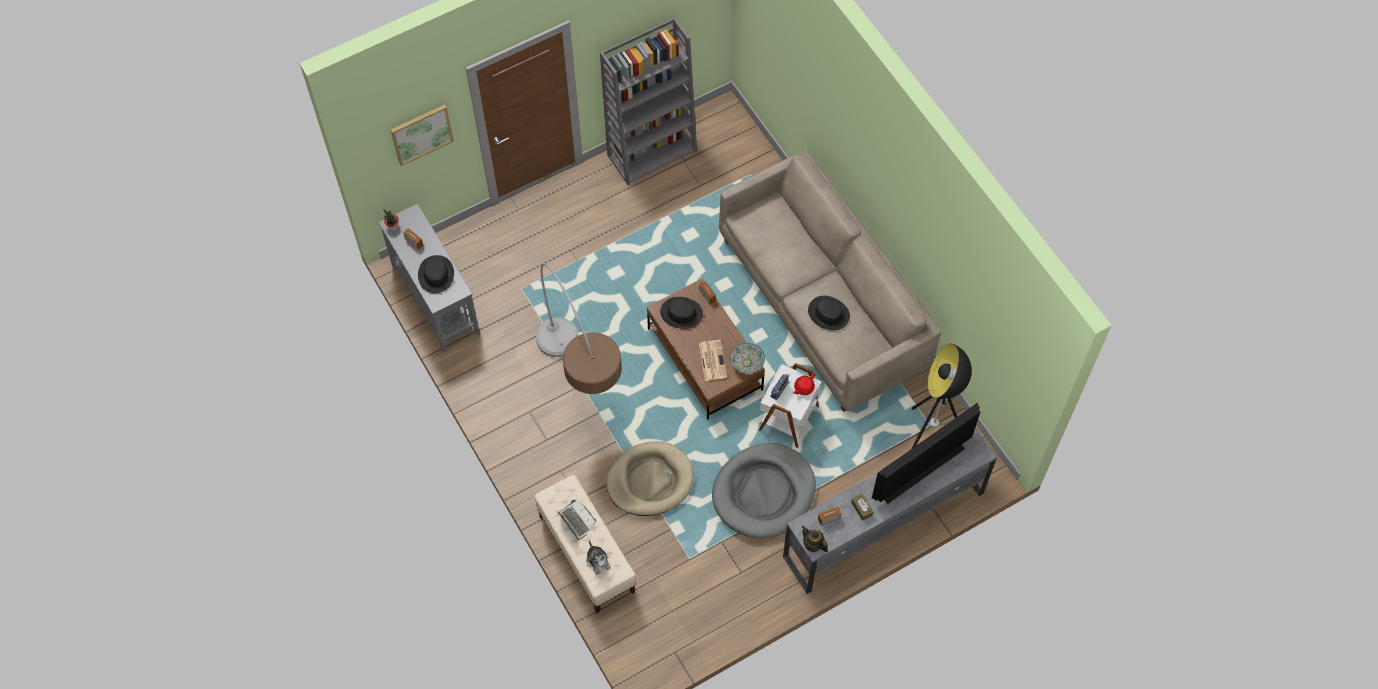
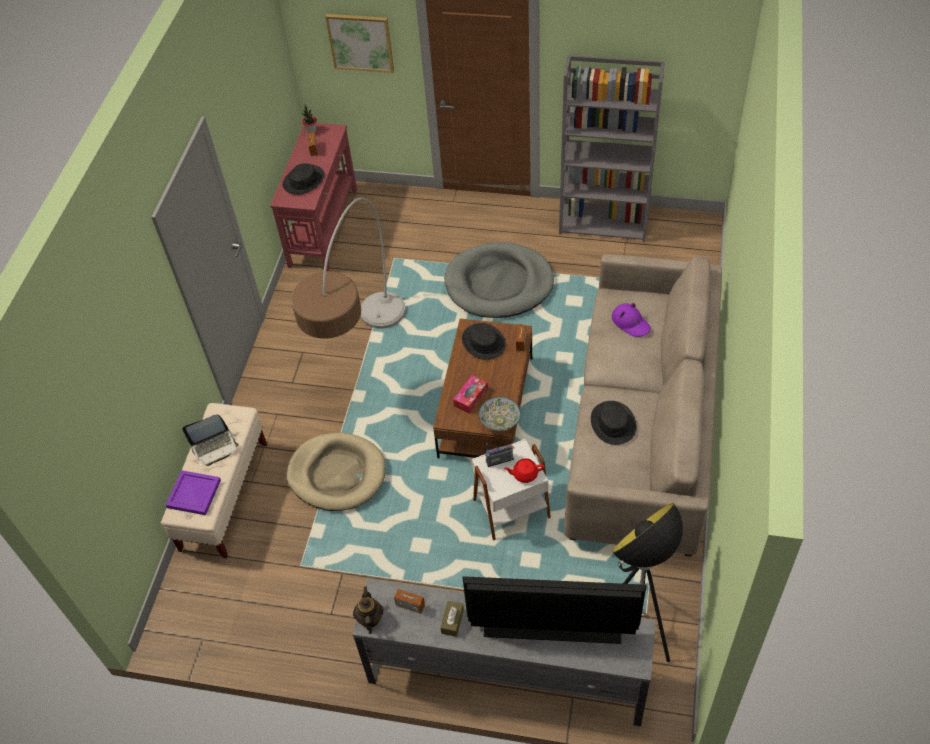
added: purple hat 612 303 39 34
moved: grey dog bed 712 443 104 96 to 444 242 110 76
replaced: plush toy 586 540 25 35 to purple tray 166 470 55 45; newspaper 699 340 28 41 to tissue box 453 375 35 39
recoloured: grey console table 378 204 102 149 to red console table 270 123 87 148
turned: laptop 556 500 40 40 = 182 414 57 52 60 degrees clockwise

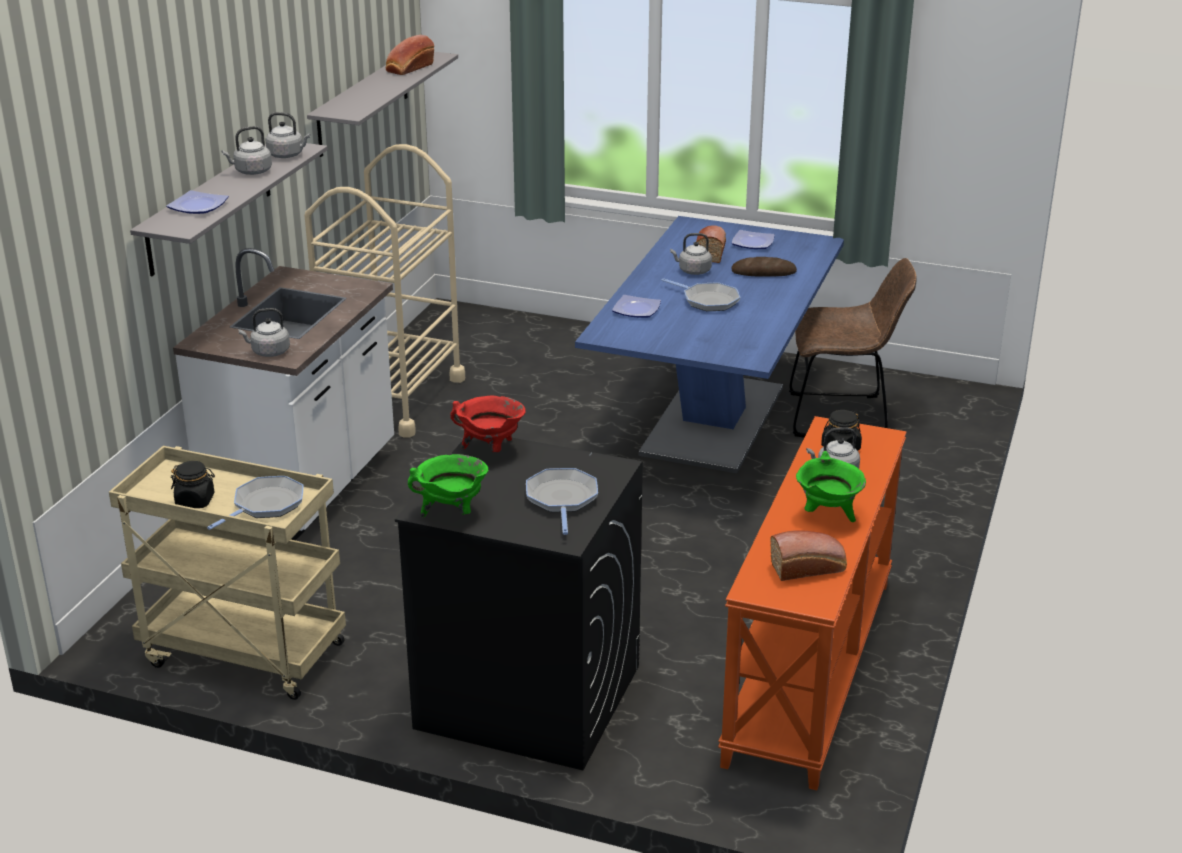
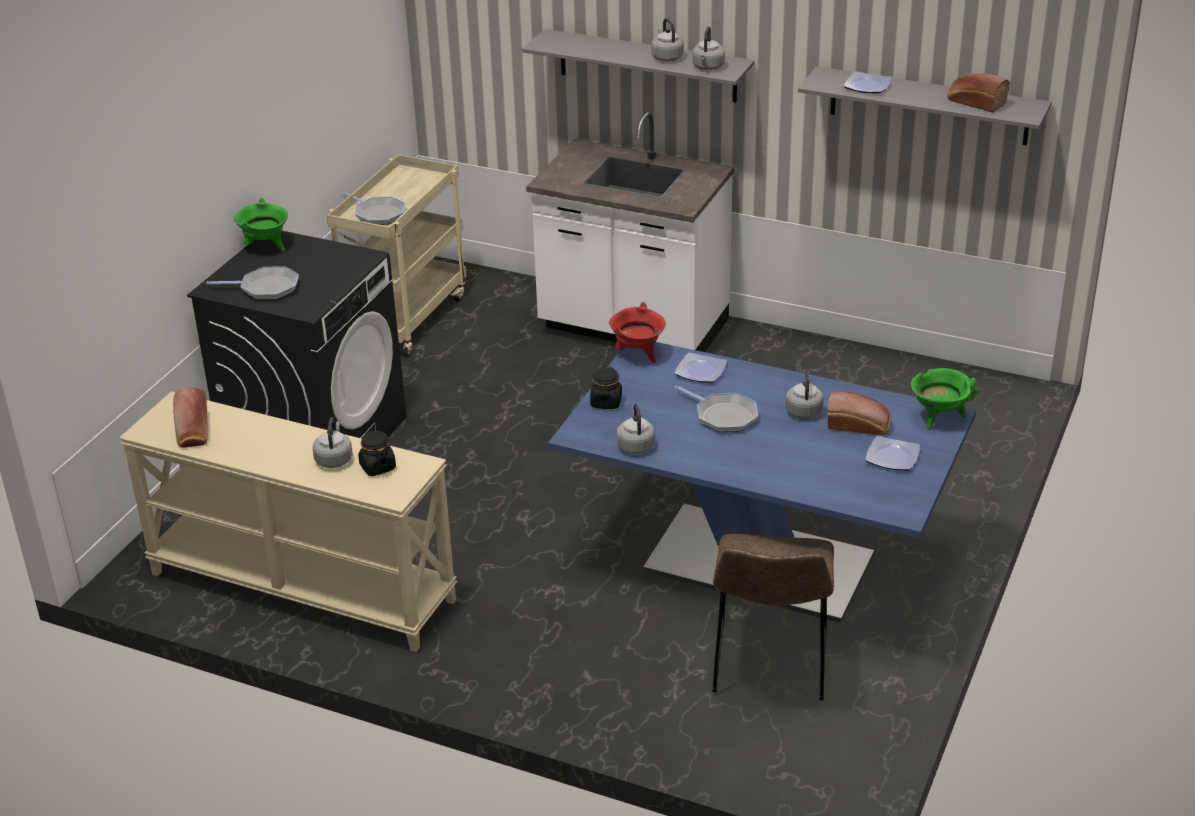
removed: beige cart 304 144 161 293; bread 731 257 66 20
moved: plate 166 190 63 24 to 844 71 48 22; black jar 171 461 44 47 to 590 366 32 43; grey kettle 238 308 52 49 to 617 403 38 51; red cooking pot 450 396 76 56 to 609 302 57 61; green cooking pot 796 451 70 71 to 911 368 67 62
recoloured: orange console table 718 416 189 374 to beige console table 119 391 338 261
turned: frying pan 662 278 78 33 = 674 385 84 47 90 degrees counterclockwise

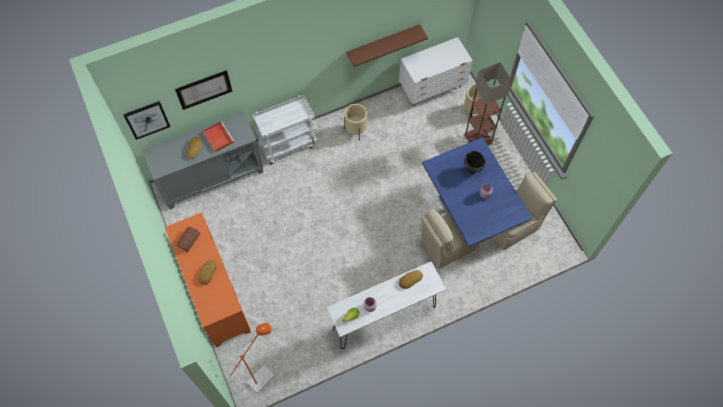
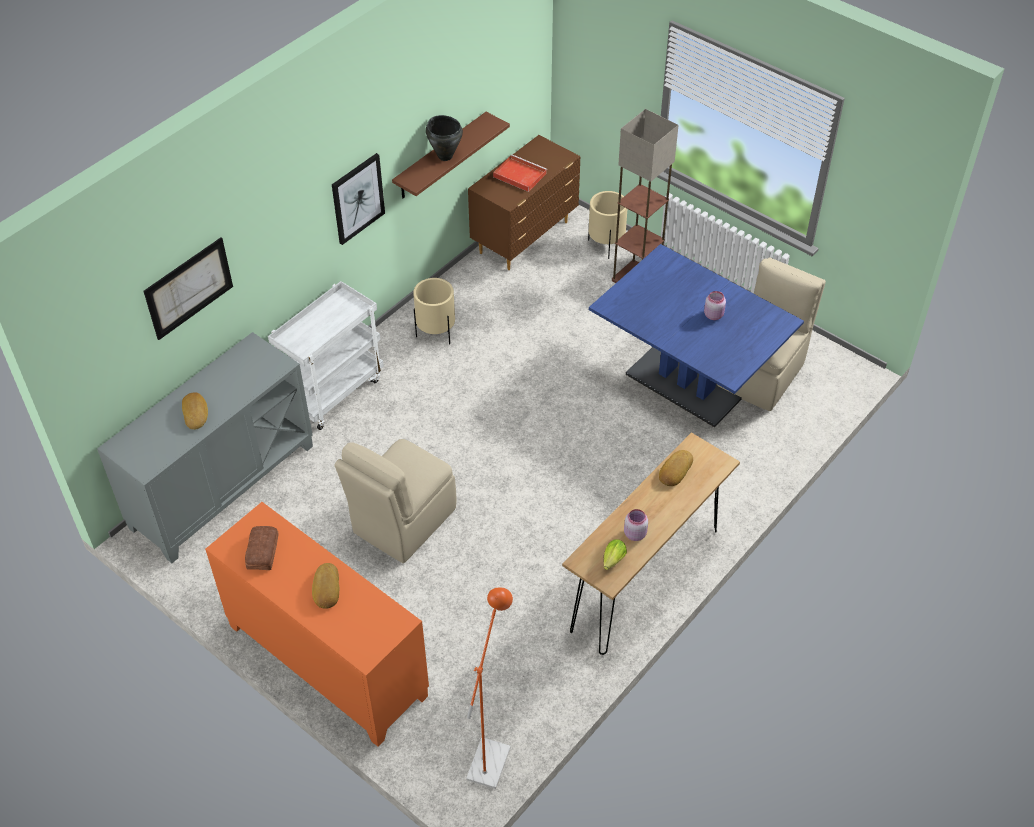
moved: picture 123 101 47 39 to 332 153 53 92; red tray 203 121 31 31 to 493 154 54 38; beige chair 421 209 59 60 to 335 439 121 124; black cooking pot 464 151 22 23 to 426 115 37 46
recoloured: white console table 326 261 120 88 to brown console table 562 432 178 223; white dresser 399 37 74 69 to brown dresser 468 135 113 135

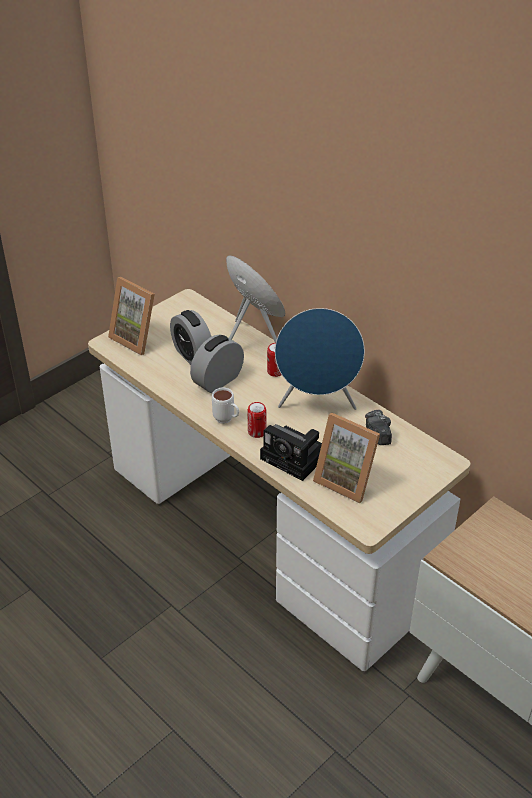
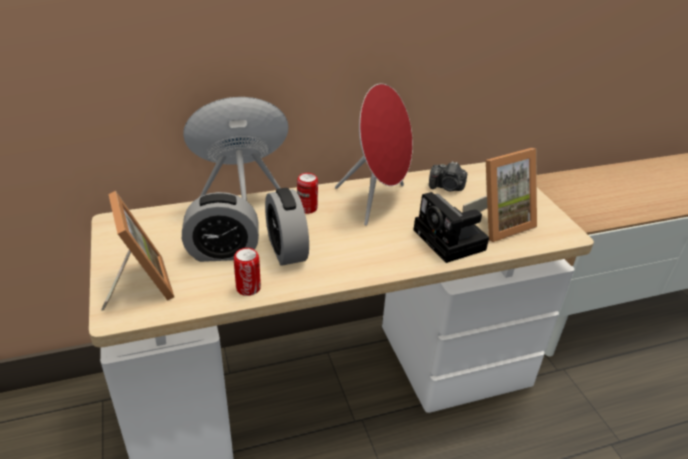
removed: white mug 212 388 27 36
moved: can 247 402 19 36 to 234 248 27 48
recoloured: blue speaker 275 308 90 102 to red speaker 335 84 78 142
turned: picture frame 108 277 47 78 = 101 191 73 119 90 degrees counterclockwise; photo camera 260 424 62 57 = 414 192 75 71 90 degrees clockwise

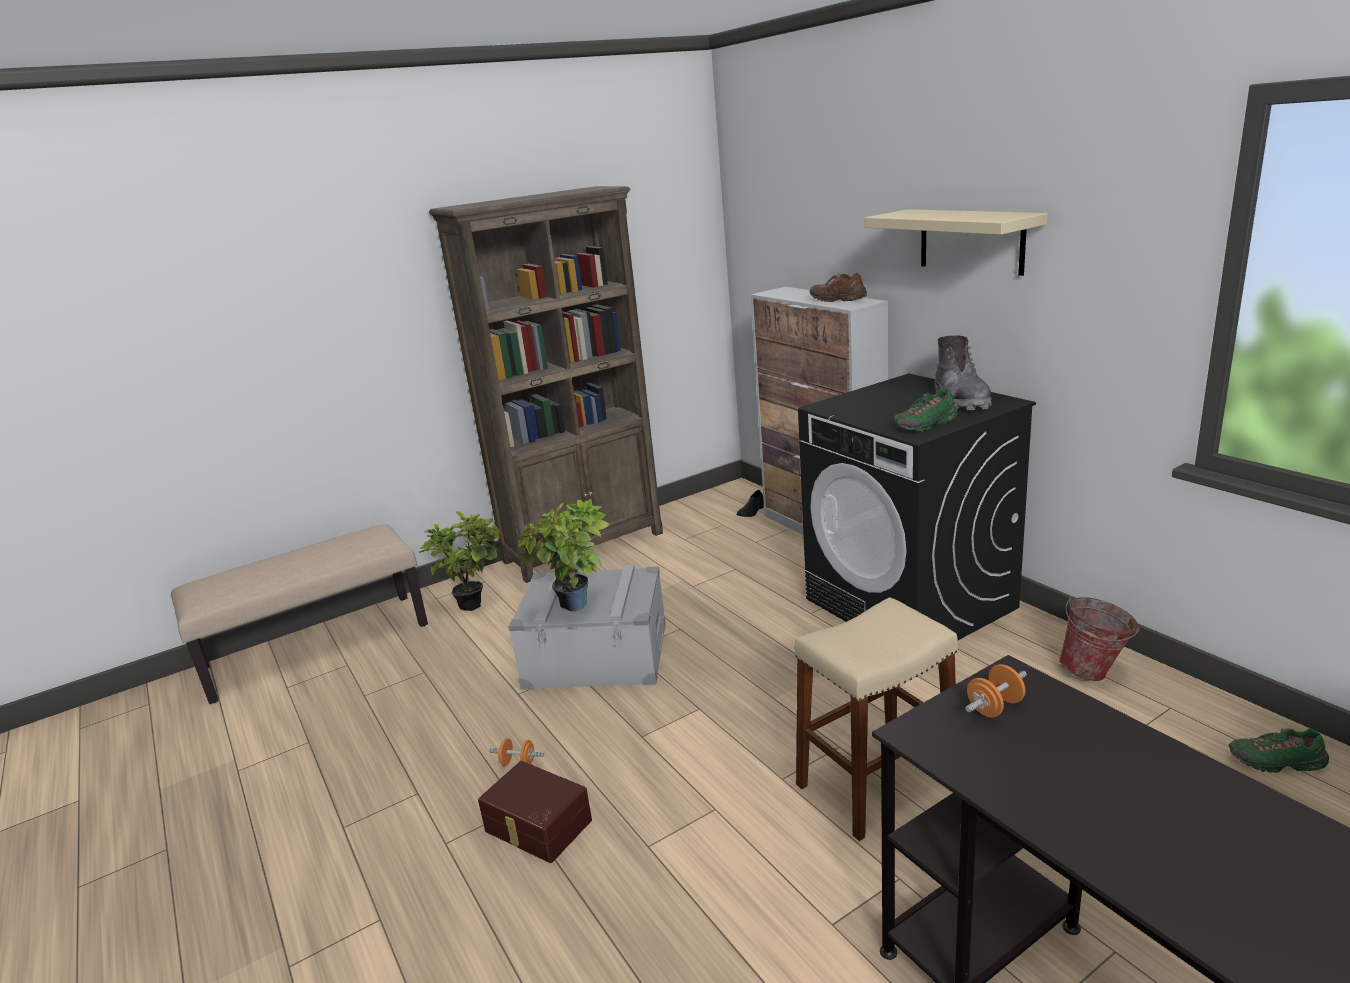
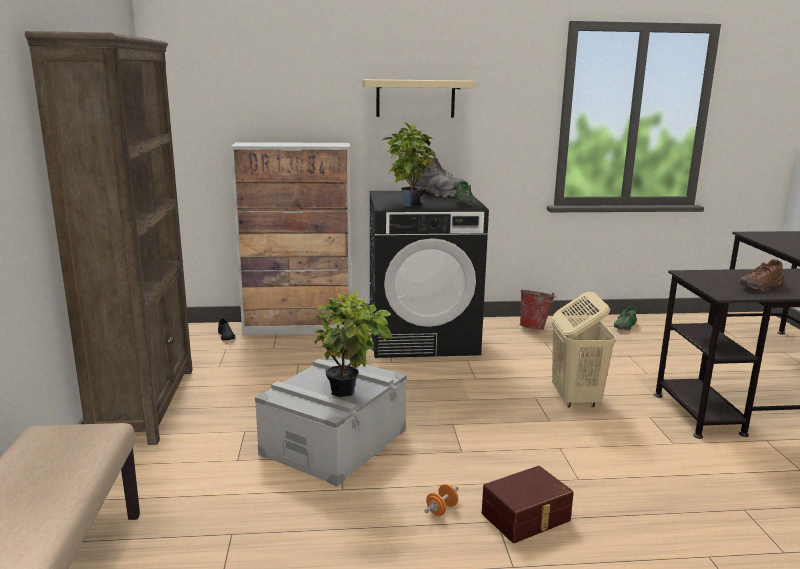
removed: orange dumbbell 965 664 62 54
moved: potted plant 419 511 83 100 to 382 122 54 85; brown shoe 810 272 57 30 to 740 259 44 32
replaced: beige stool 794 597 164 244 to beige laundry basket 552 292 64 115

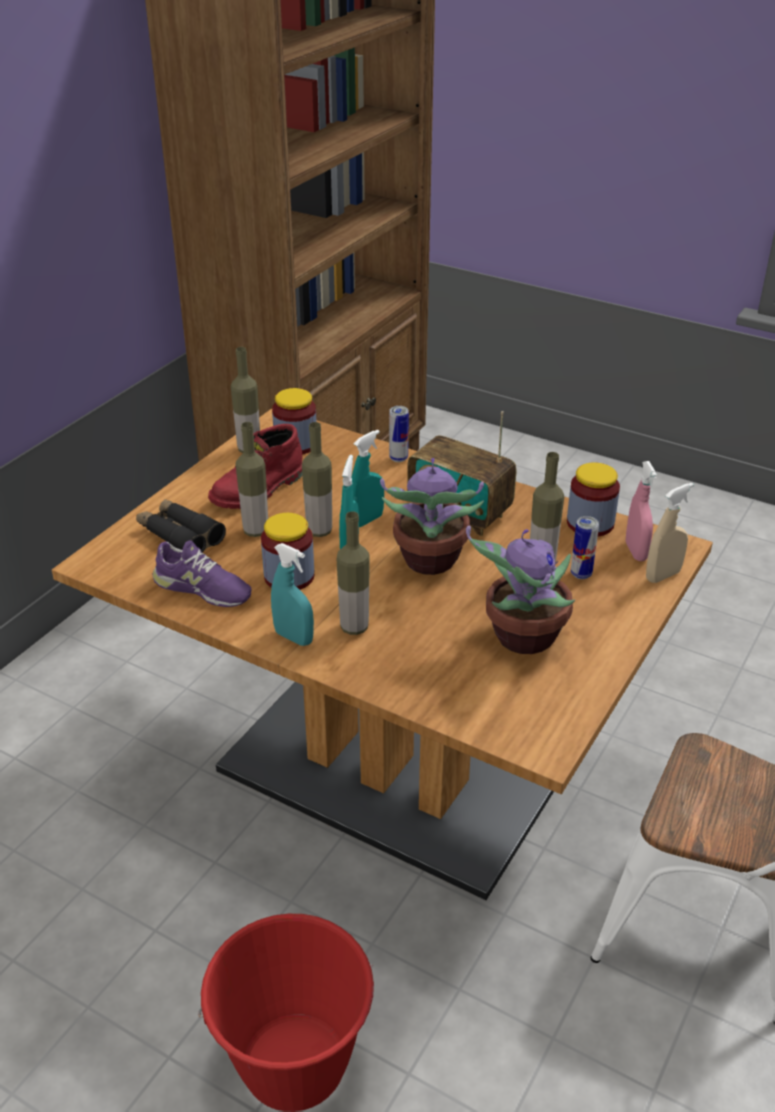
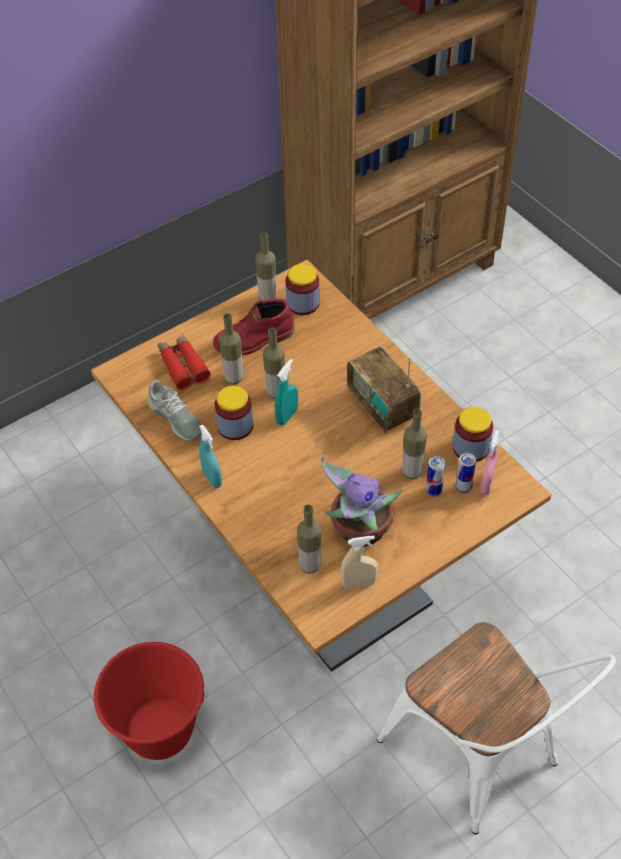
removed: turquoise spray bottle 351 430 33 97; potted plant 380 458 104 117
moved: bottle 337 511 33 124 to 297 505 24 69; can 389 406 20 56 to 456 453 20 40; beige spray bottle 646 483 48 100 to 340 536 38 53
recoloured: black binoculars 136 499 90 54 to red binoculars 157 334 54 56; purple shoe 152 540 100 67 to grey shoe 147 380 55 61

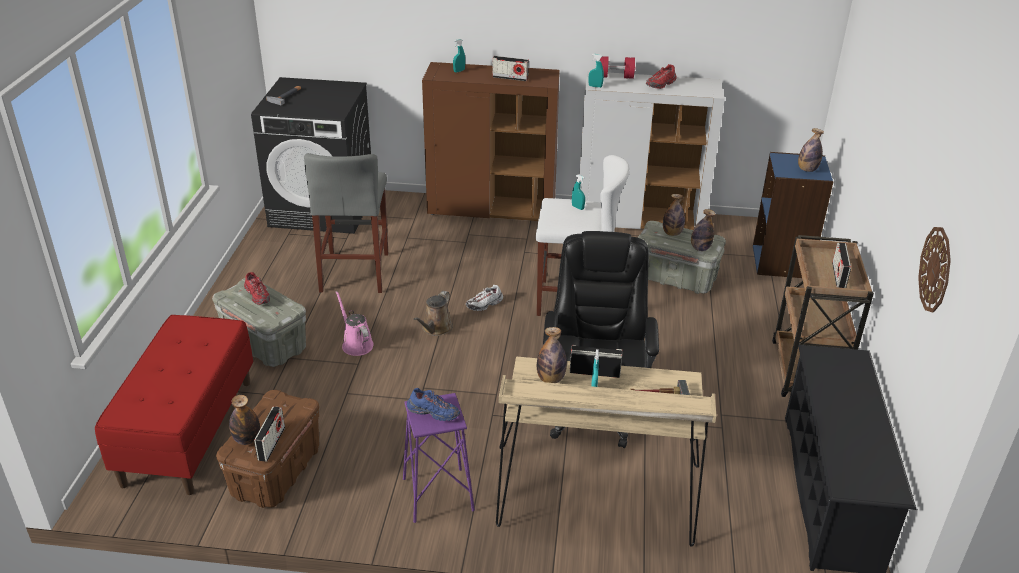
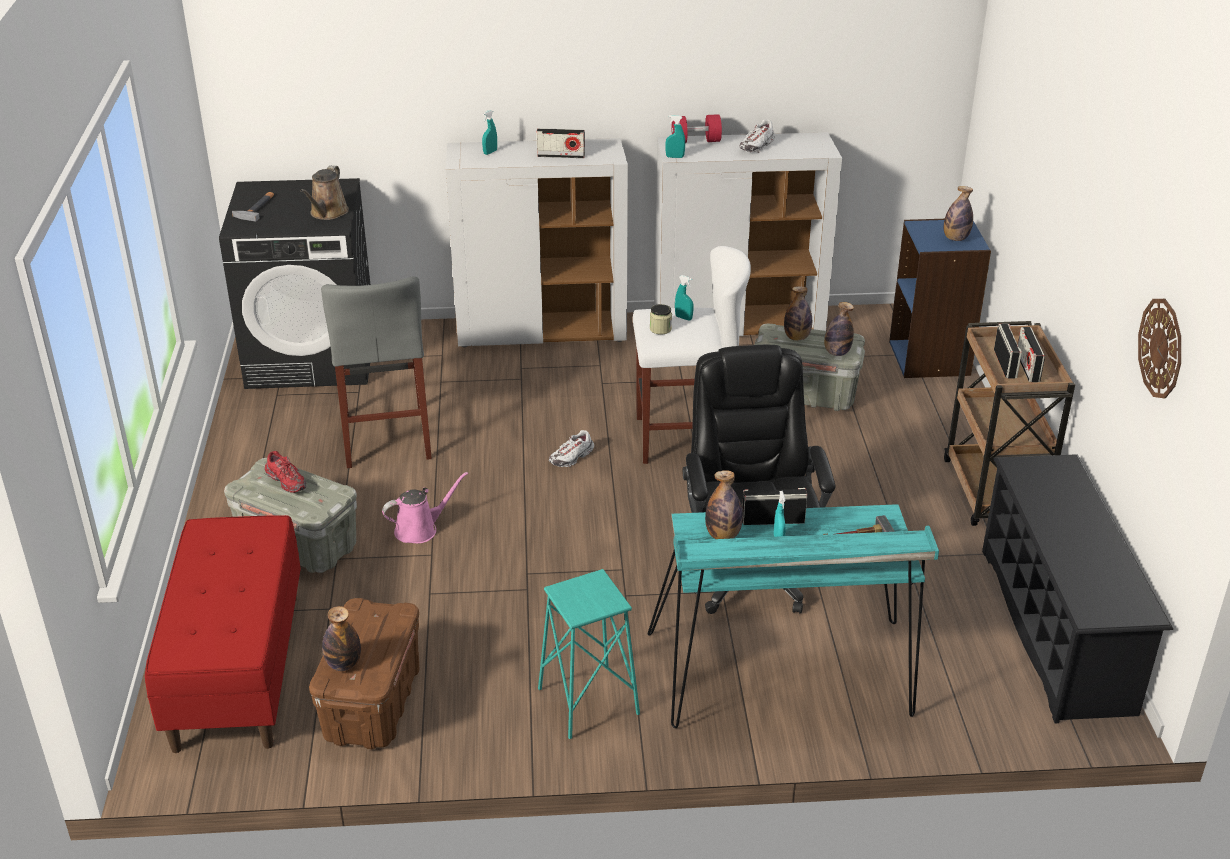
removed: blue shoe 407 388 53 33
added: jar 650 304 22 31
moved: radio 254 406 31 56 to 994 324 28 54; brown watering can 414 291 39 45 to 300 166 49 54
recoloured: purple stool 403 393 72 130 to turquoise stool 538 569 102 170; brown cabinet 422 62 138 159 to white cabinet 445 138 183 209; beige desk 496 357 220 189 to turquoise desk 648 504 291 224; red shoe 646 64 31 25 to white shoe 739 119 36 34
turned: pink watering can 336 291 38 65 = 382 472 86 72 105 degrees clockwise

